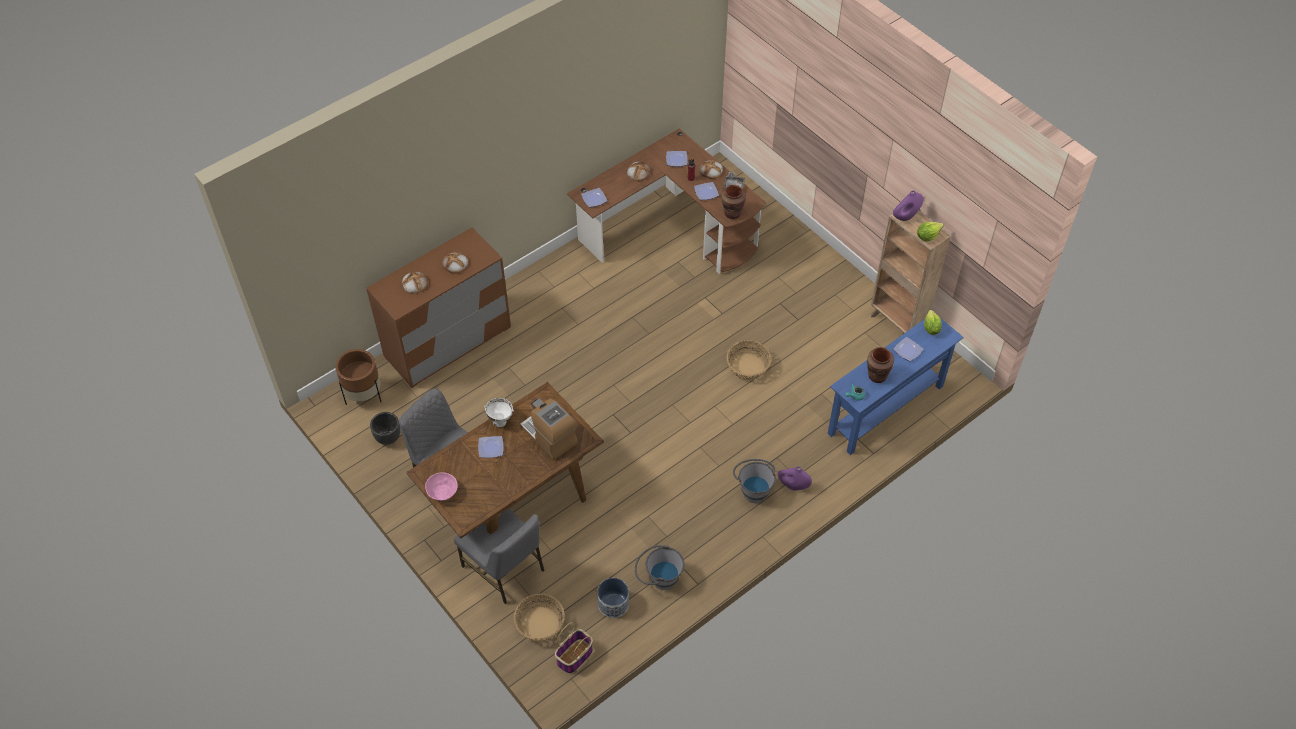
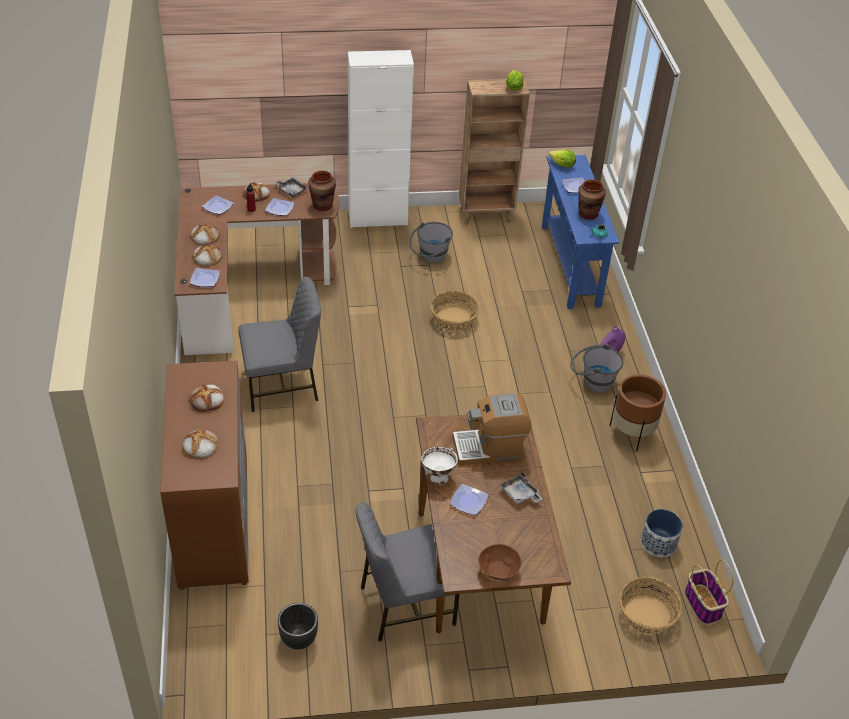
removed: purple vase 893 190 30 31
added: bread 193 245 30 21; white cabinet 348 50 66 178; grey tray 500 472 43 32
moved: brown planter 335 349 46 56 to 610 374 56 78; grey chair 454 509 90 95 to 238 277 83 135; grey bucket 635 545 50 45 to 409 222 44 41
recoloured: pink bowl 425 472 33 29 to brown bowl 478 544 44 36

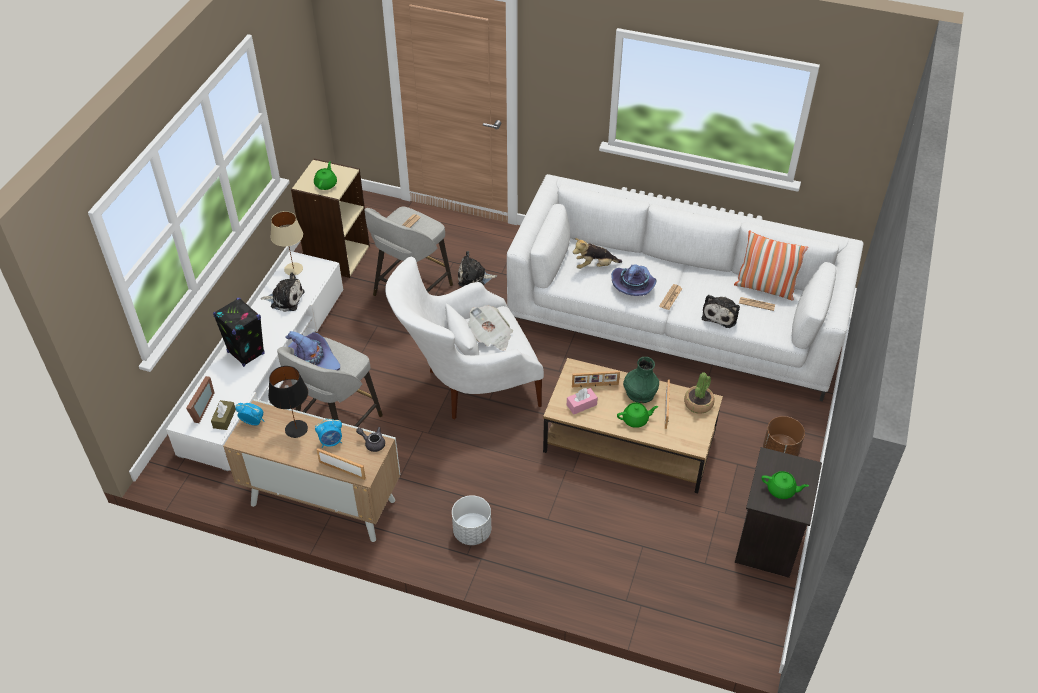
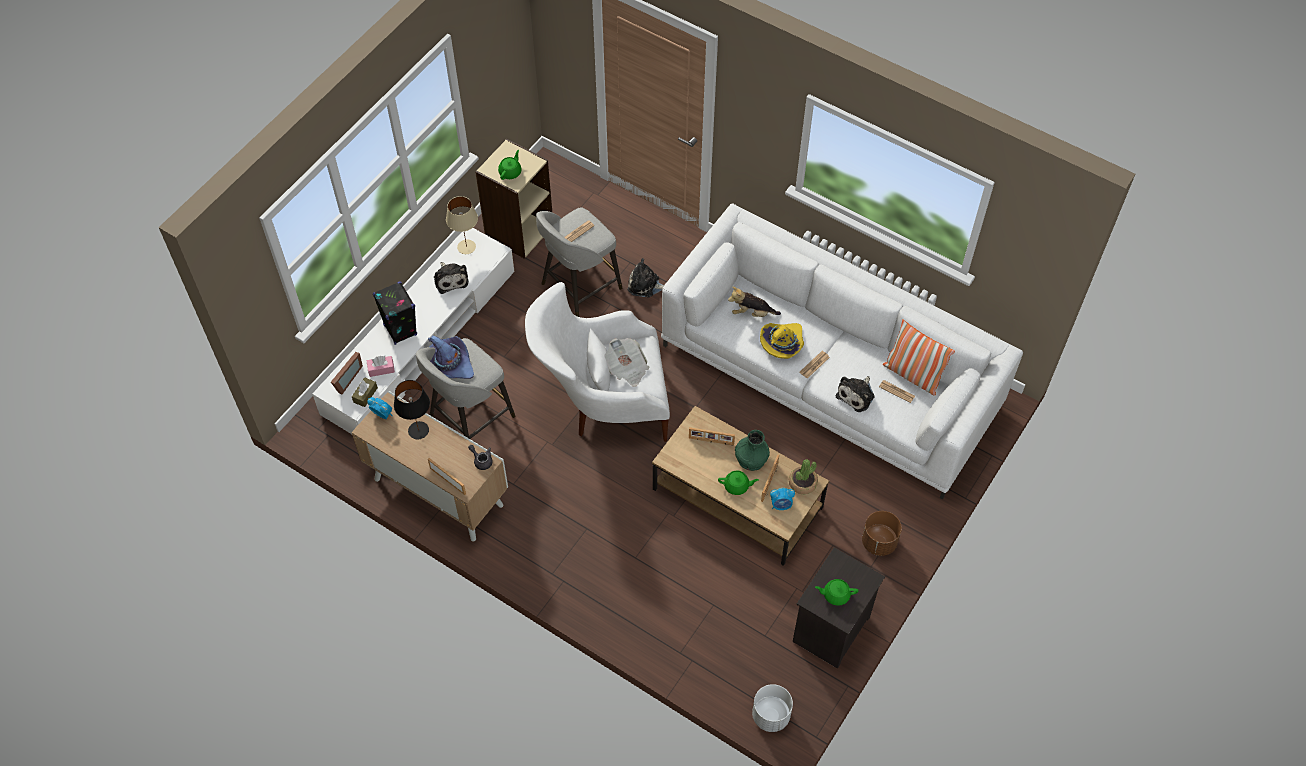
moved: alarm clock 315 419 27 29 to 770 488 25 22; white planter 452 495 39 50 to 752 684 41 48; pink tissue box 567 388 31 27 to 366 356 29 21
recoloured: purple hat 611 264 45 32 to yellow hat 760 323 44 36
turned: plush toy 261 272 43 40 = 434 262 35 32 45 degrees clockwise; green teapot 761 471 48 28 = 815 579 43 27 150 degrees clockwise

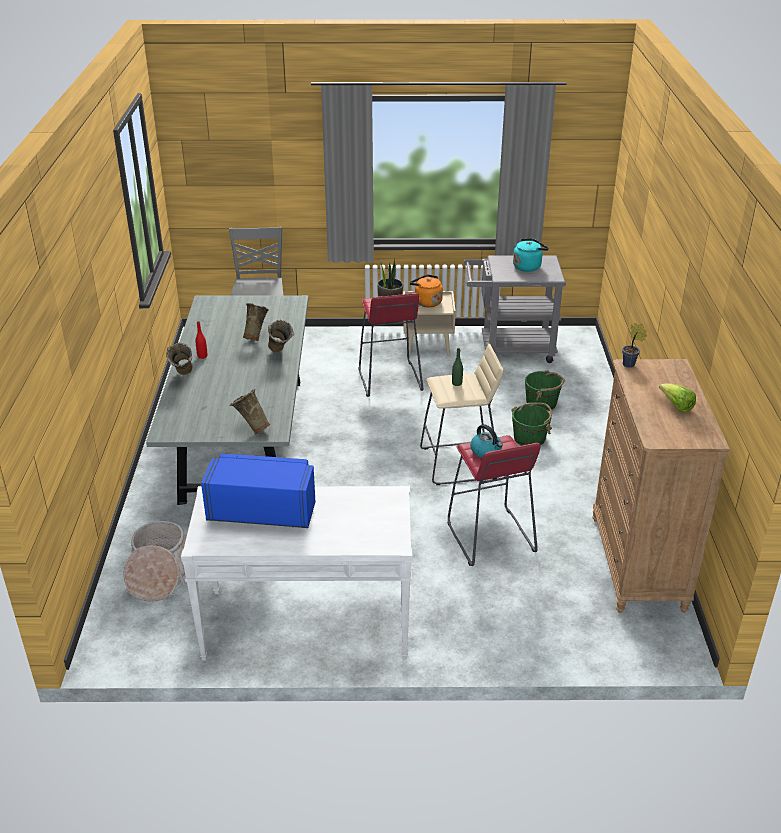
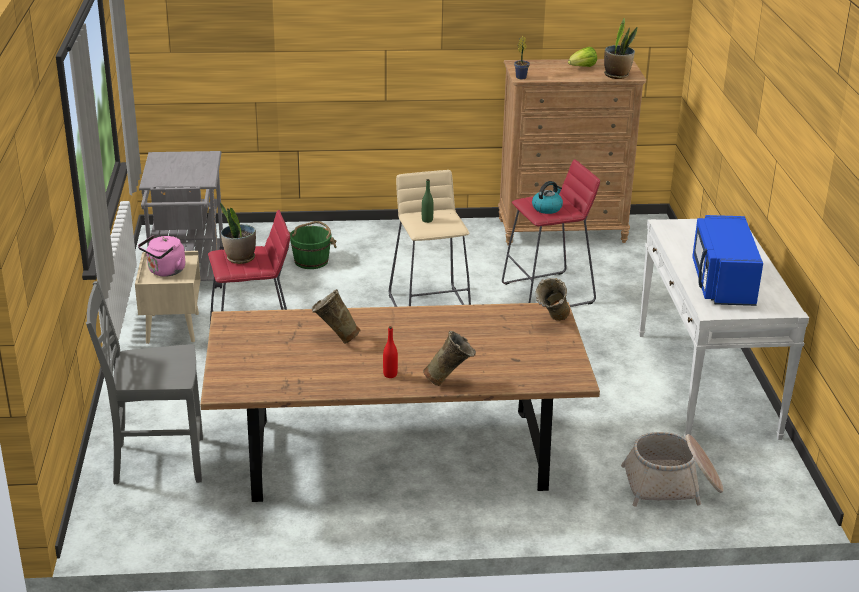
removed: beige vase 268 320 26 32; green bucket 511 403 41 42; turquoise kettle 513 238 36 34
added: potted plant 604 18 33 61
recoloured: grey dining table 146 295 163 210 to brown dining table 200 302 400 200; orange kettle 410 274 33 33 to pink kettle 138 235 47 42

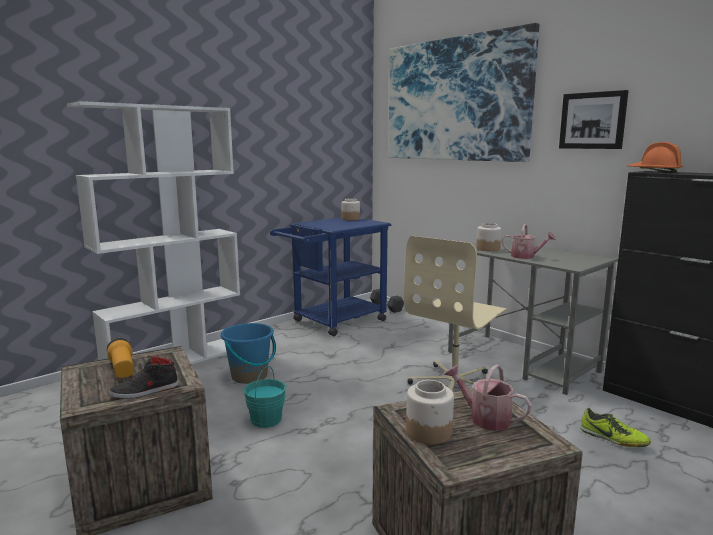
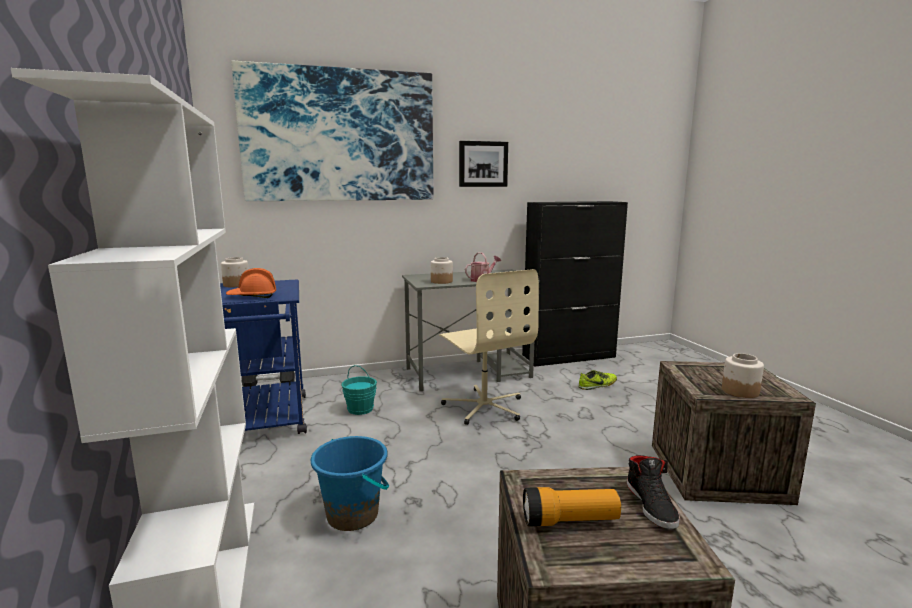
removed: watering can 444 364 88 67
moved: turquoise bucket 244 366 42 62 to 342 365 35 50; orange hard hat 627 142 56 31 to 226 268 50 30

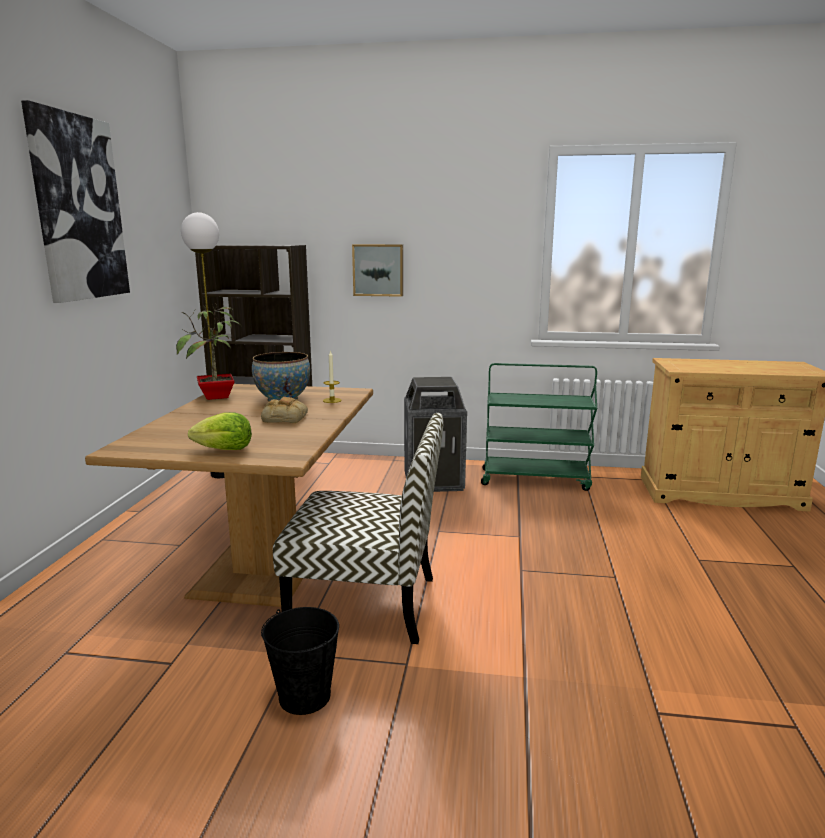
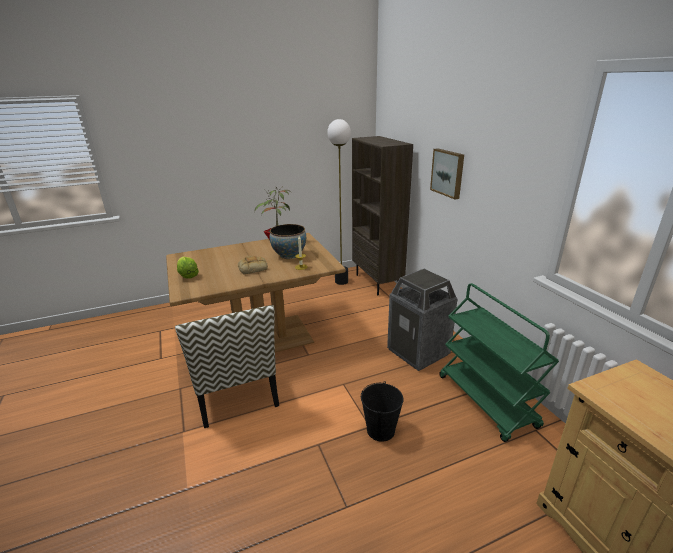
removed: picture 21 100 109 203
moved: black bucket 261 607 78 108 to 361 381 43 61

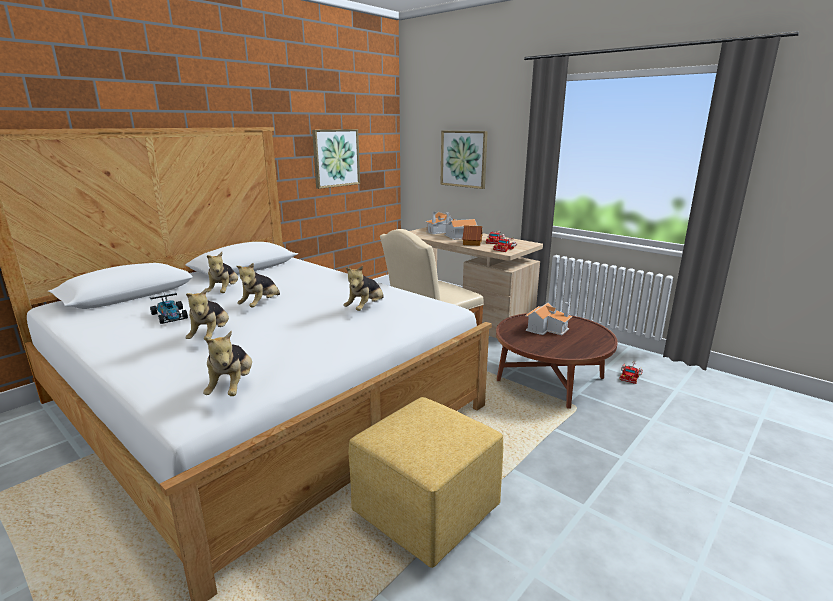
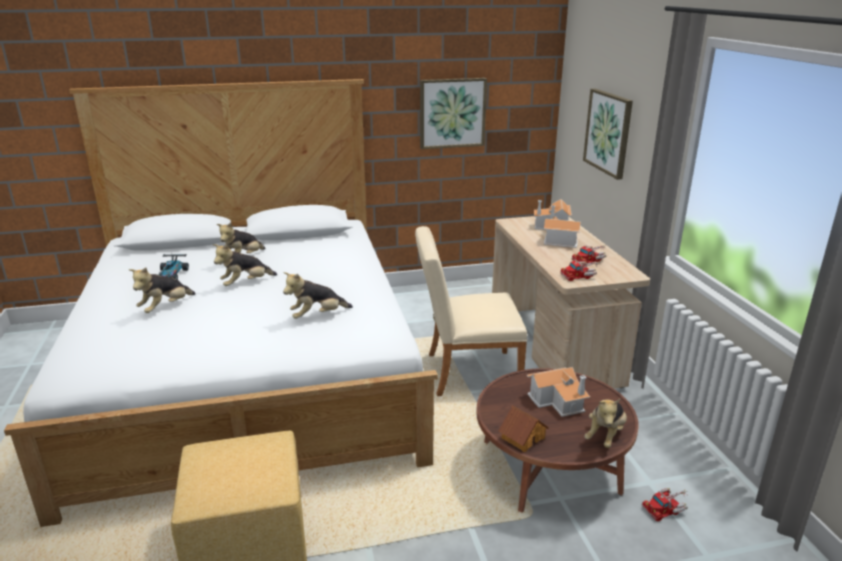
moved: plush toy 203 331 49 65 to 584 399 43 49; toy house 462 225 20 21 to 498 405 51 47

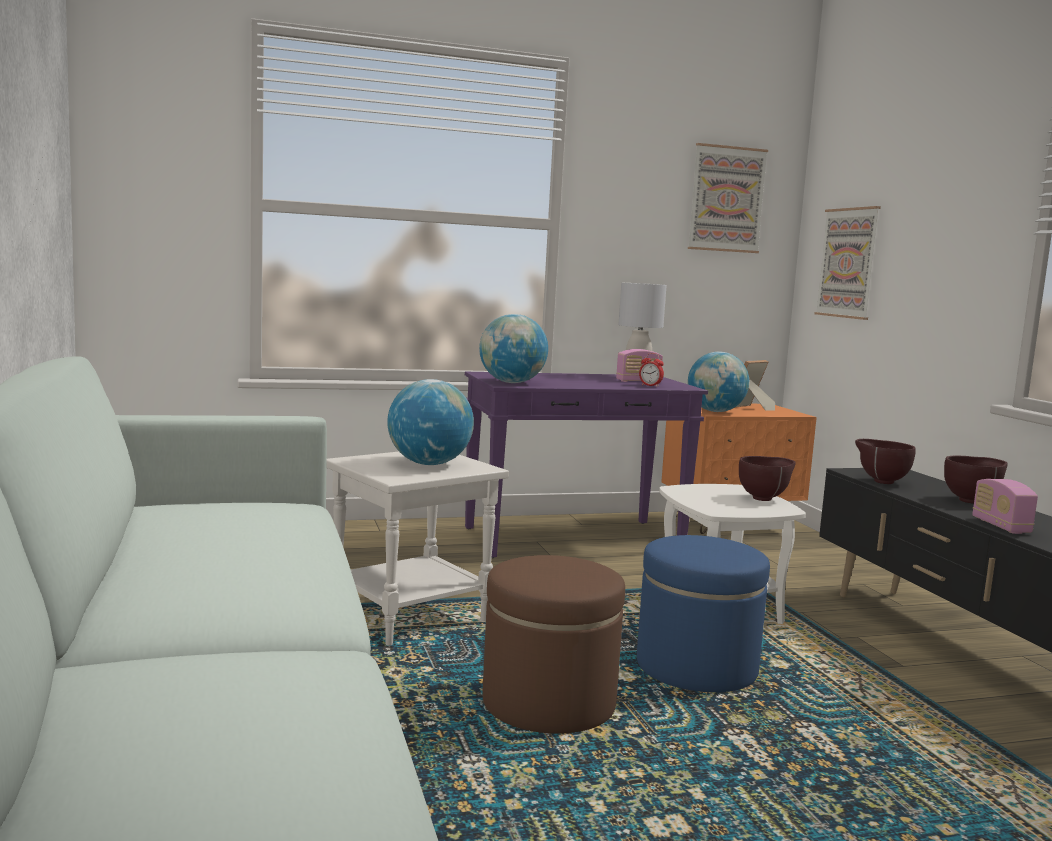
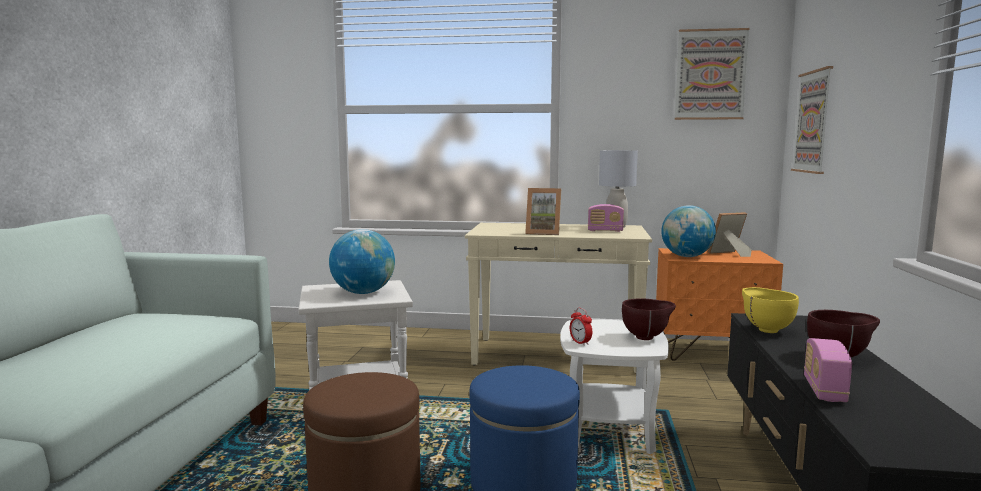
removed: globe 479 314 69 69
added: picture frame 525 188 36 47
moved: alarm clock 639 353 25 34 to 570 308 22 38
recoloured: purple console table 465 372 243 187 to beige console table 465 223 187 150; brown bowl 855 439 61 45 to yellow bowl 742 287 57 46

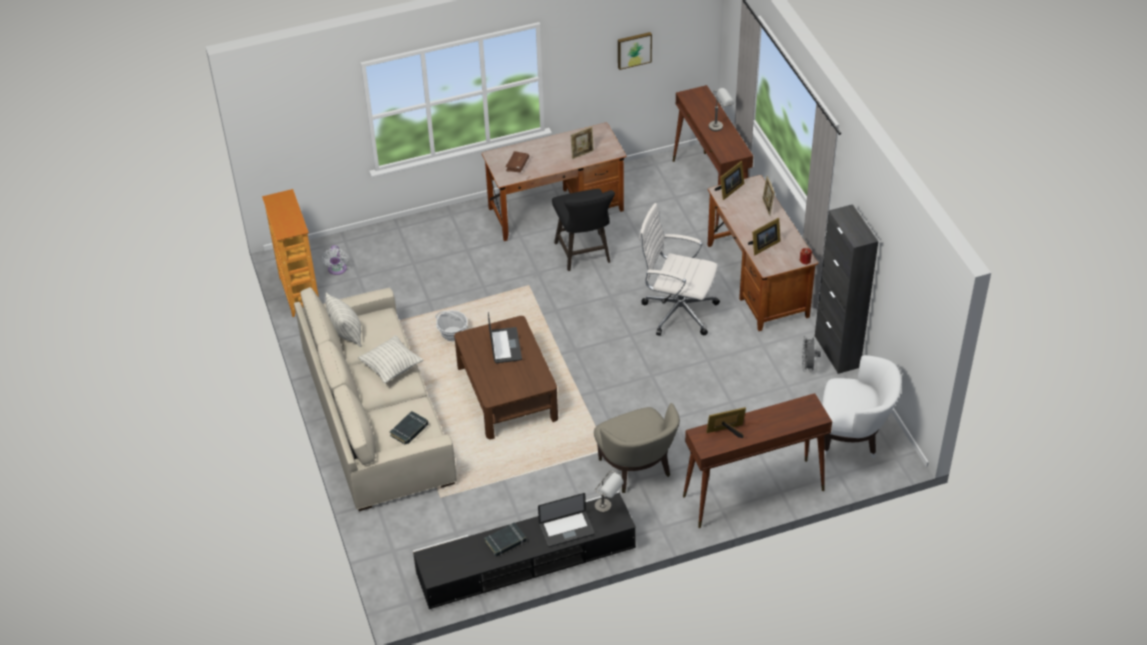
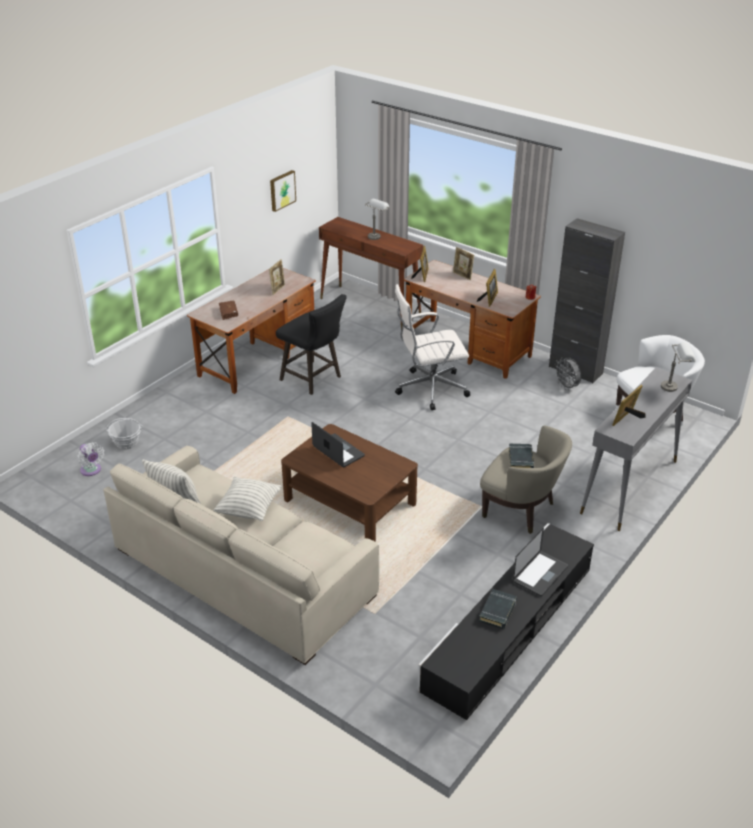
removed: bookcase 262 189 57 128
moved: black book 390 411 38 33 to 509 444 25 24; basket 435 310 33 31 to 105 418 38 32; grey table lamp 595 471 29 42 to 661 342 35 50
recoloured: brown console table 683 393 149 135 to grey console table 580 367 112 164

